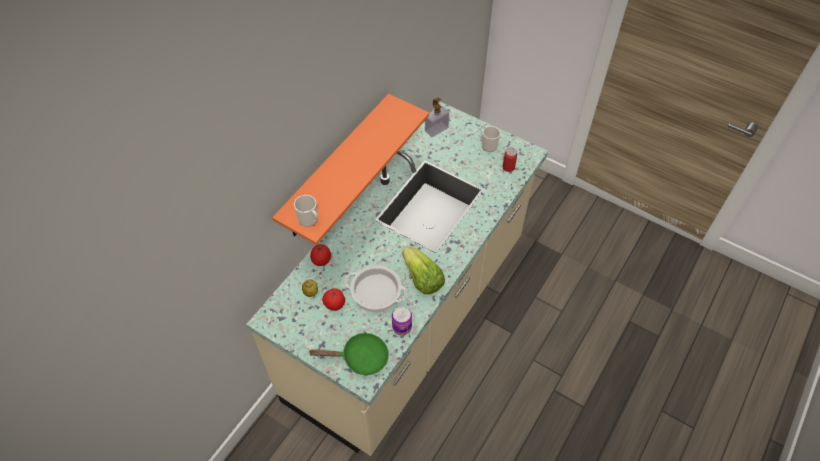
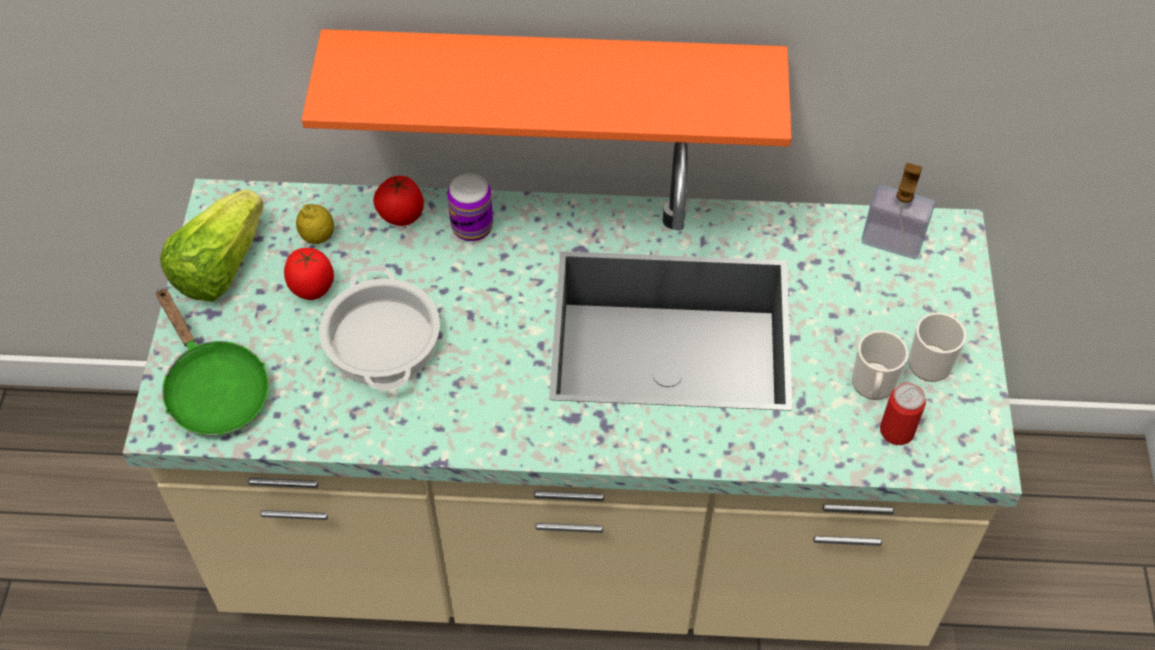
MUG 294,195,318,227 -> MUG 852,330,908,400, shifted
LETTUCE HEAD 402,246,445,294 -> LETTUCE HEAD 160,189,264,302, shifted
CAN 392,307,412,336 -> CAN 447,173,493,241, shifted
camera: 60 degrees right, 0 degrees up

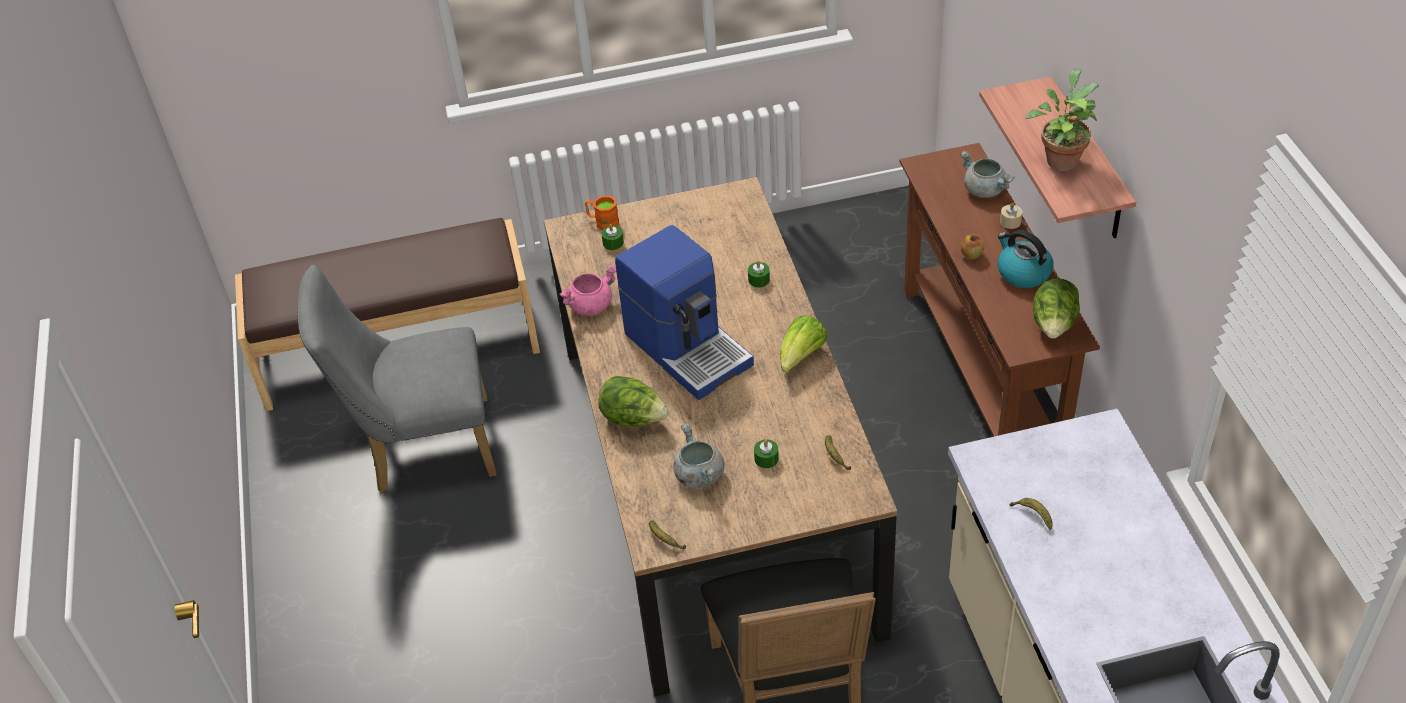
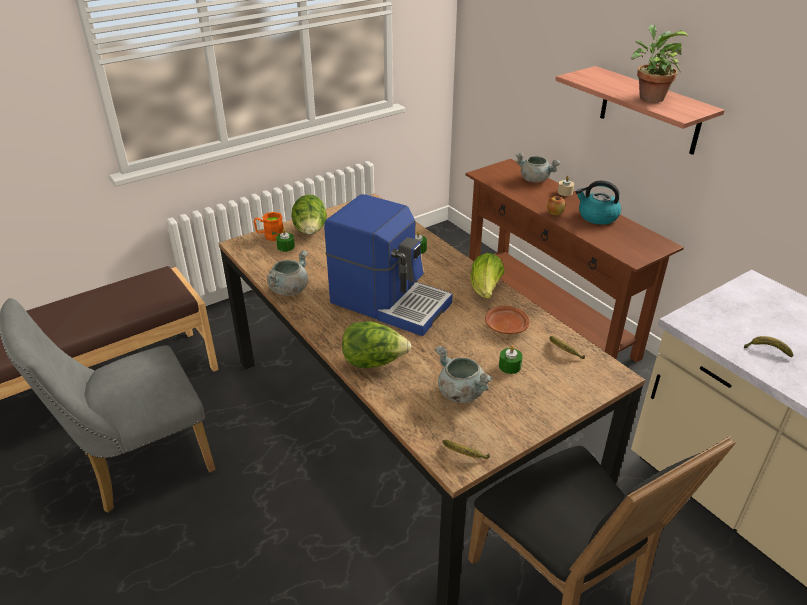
PINKISH COOKING POT 560,265,616,316 -> GREY COOKING POT 267,250,309,296
LETTUCE HEAD 1033,278,1080,339 -> LETTUCE HEAD 291,194,327,234, shifted
none -> BROWNISH PLATE 485,306,530,334
camera: 25 degrees left, 10 degrees down

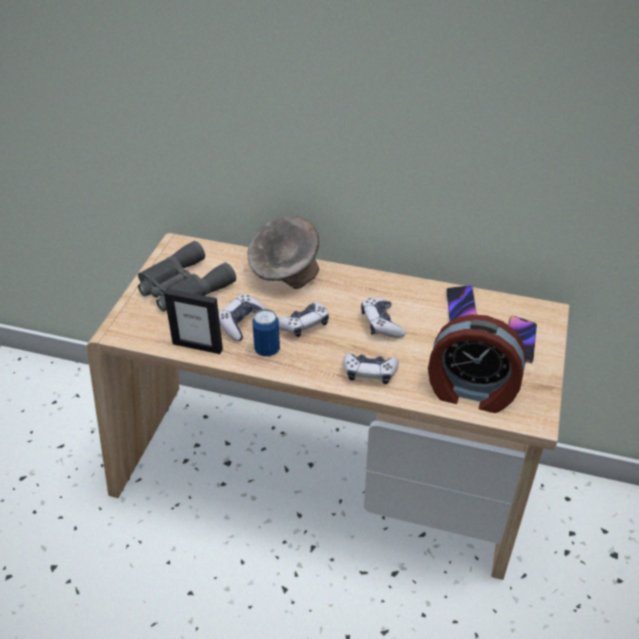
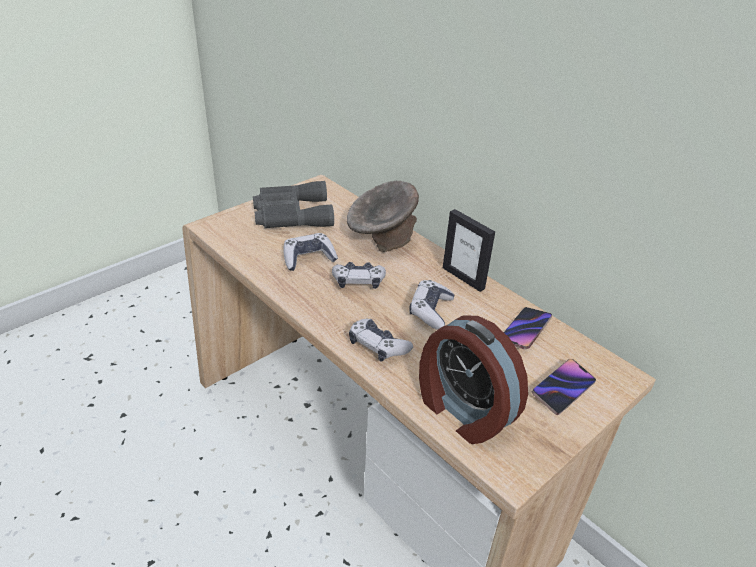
STANDING FRAME 164,289,223,354 -> STANDING FRAME 443,209,495,292, shifted
CAN 252,309,280,357 -> none
camera: 30 degrees right, 5 degrees down

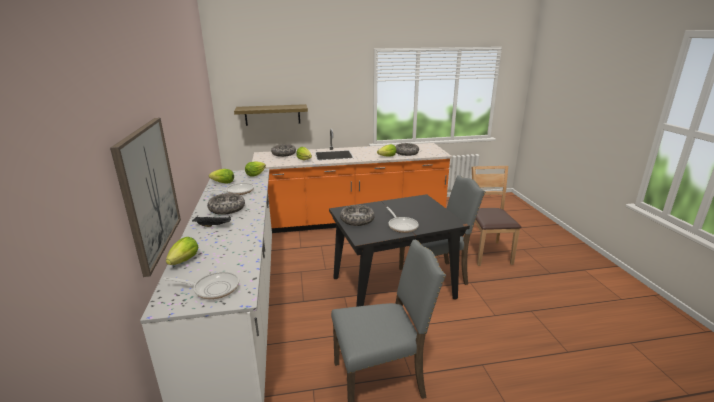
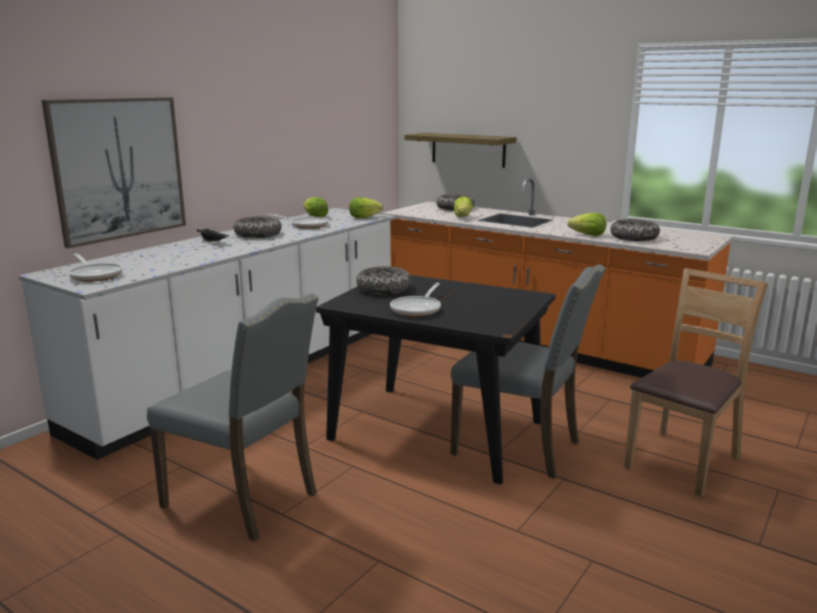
LETTUCE HEAD 166,237,198,265 -> none
camera: 45 degrees right, 5 degrees down

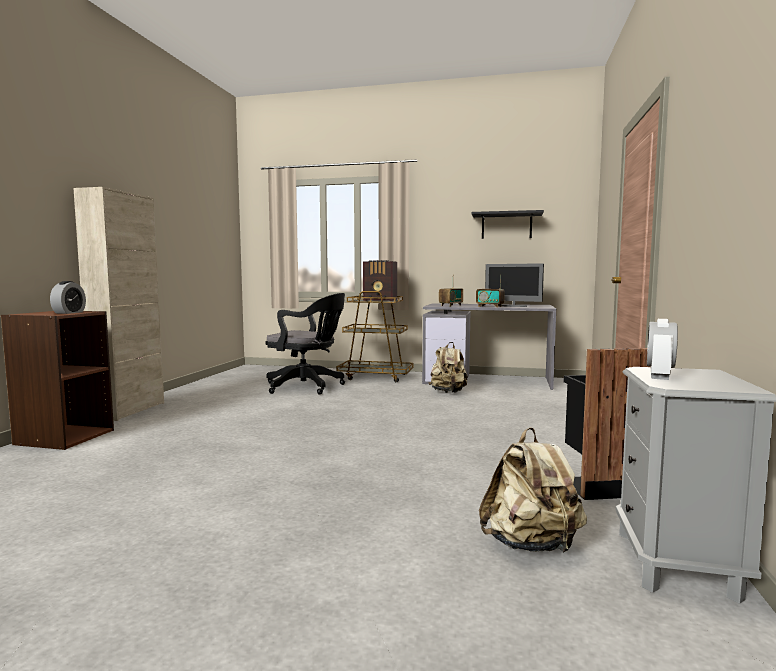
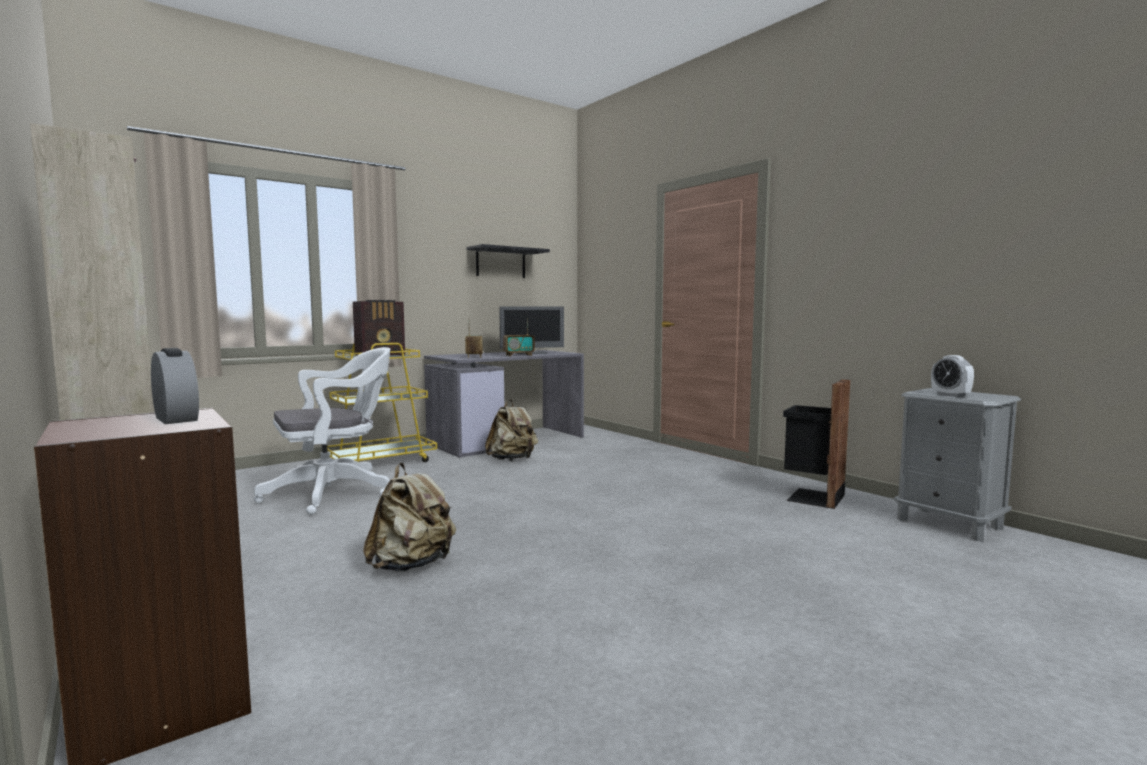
BROWNISH TROLLEY 337,291,413,382 -> YELLOW TROLLEY 327,343,437,462
BLACK DESK CHAIR 265,293,345,395 -> WHITE-COLOURED DESK CHAIR 254,347,390,515
BEIGE KNAPSACK 479,427,587,553 -> BEIGE KNAPSACK 363,463,456,572, shifted
camera: 50 degrees left, 0 degrees up

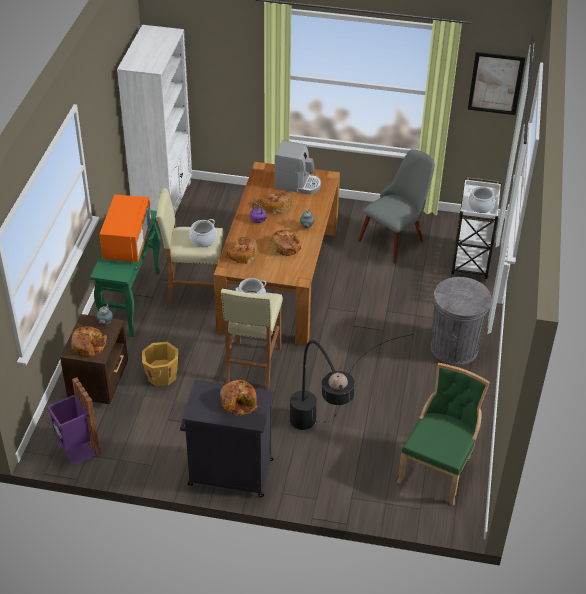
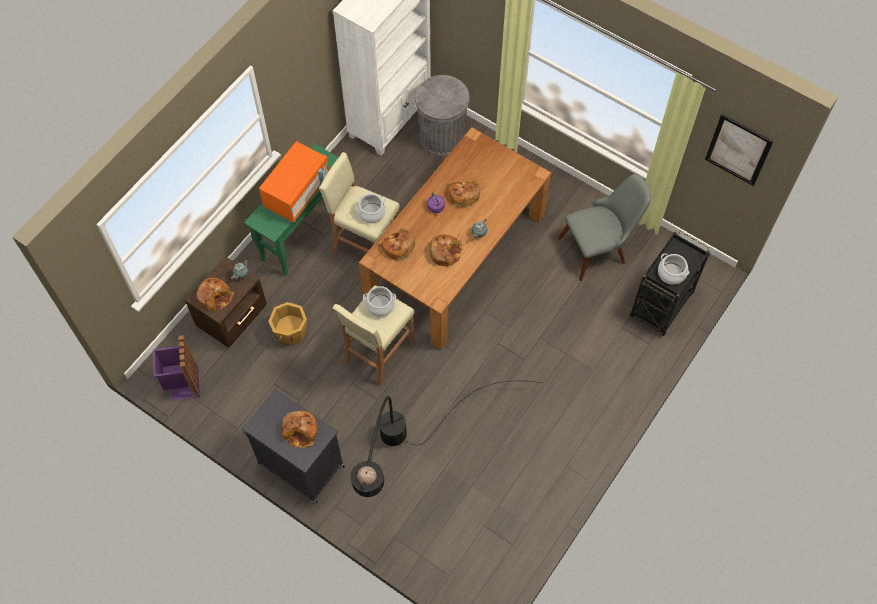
COFFEE BREWER 275,140,321,195 -> none
WHITE-COLOURED TROLLEY 451,177,502,279 -> BLACK TROLLEY 630,230,710,336
GREY TRASH CAN 431,277,492,366 -> GREY TRASH CAN 415,75,470,156, shifted
GREENISH PLAIN CHAIR 397,363,490,506 -> none
camera: 25 degrees right, 20 degrees up

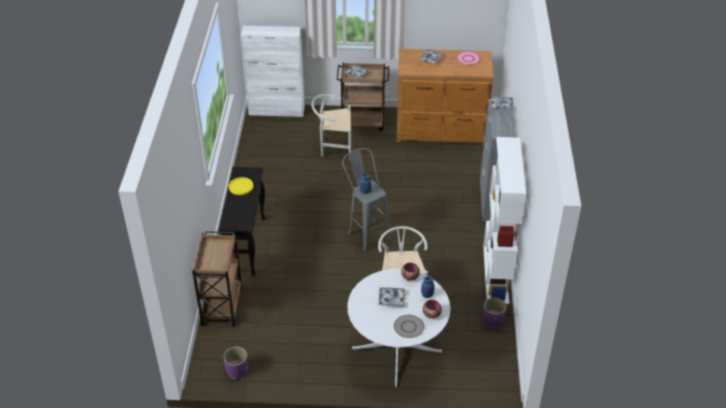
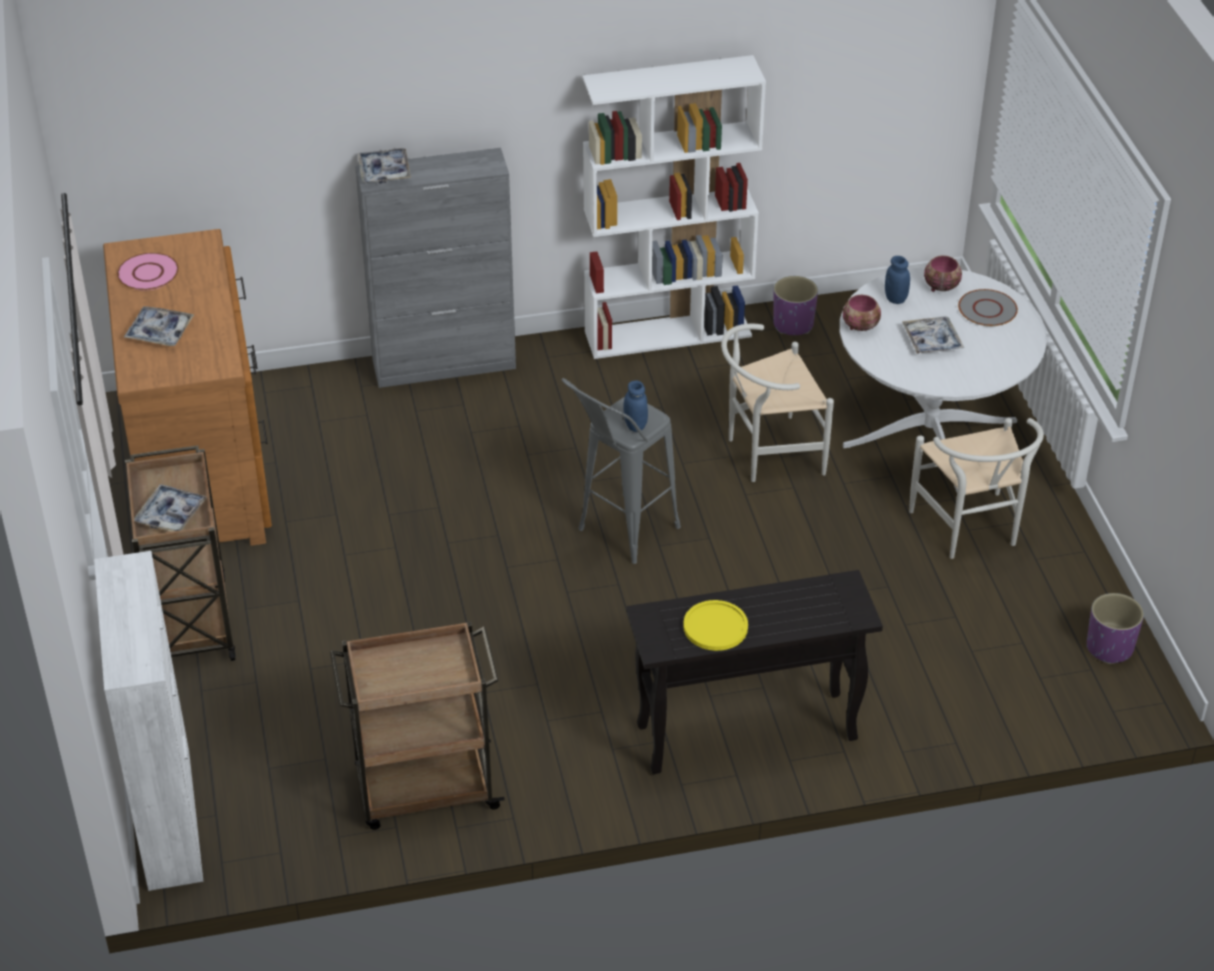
WHITE-COLOURED PLAIN CHAIR 311,94,351,160 -> WHITE-COLOURED PLAIN CHAIR 909,418,1044,559, shifted
BROWNISH TROLLEY 192,231,242,327 -> BROWNISH TROLLEY 330,621,505,830, shifted
camera: 105 degrees left, 0 degrees up

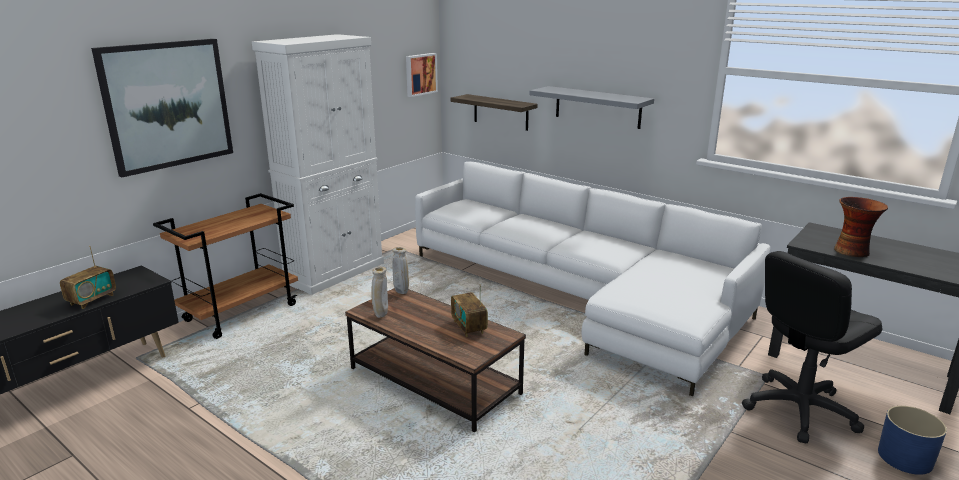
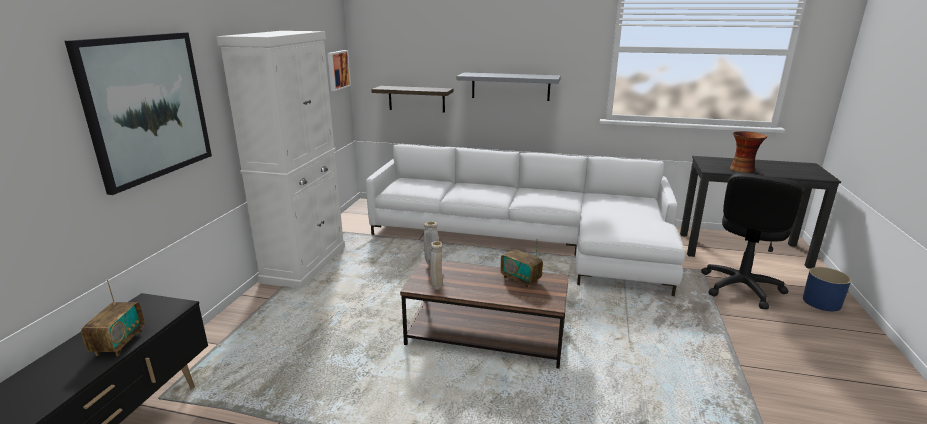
BROWNISH TROLLEY 153,193,298,339 -> none
camera: 25 degrees left, 0 degrees up

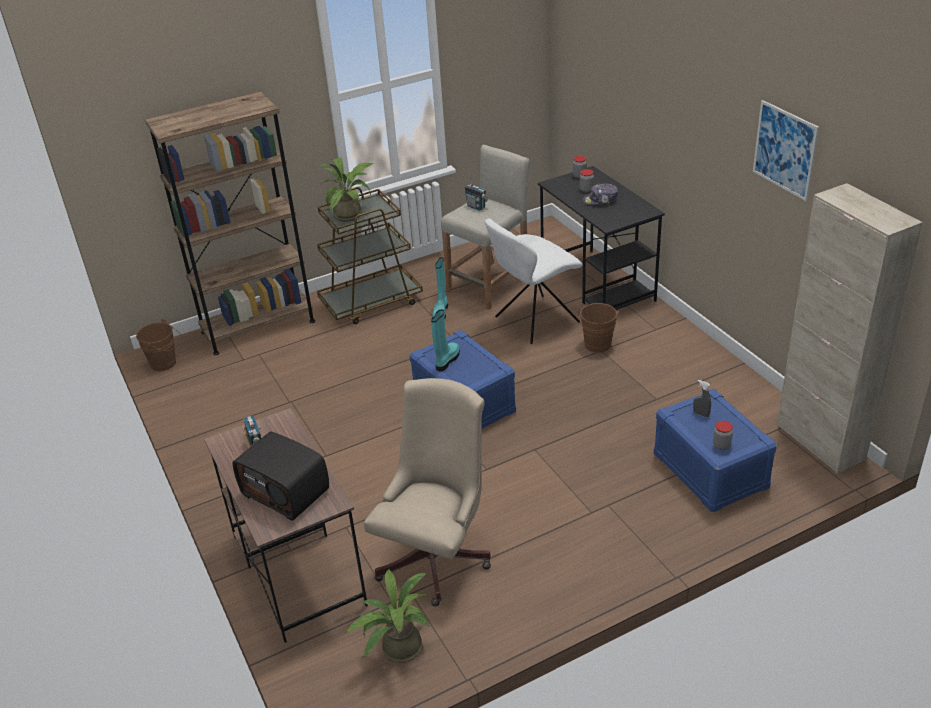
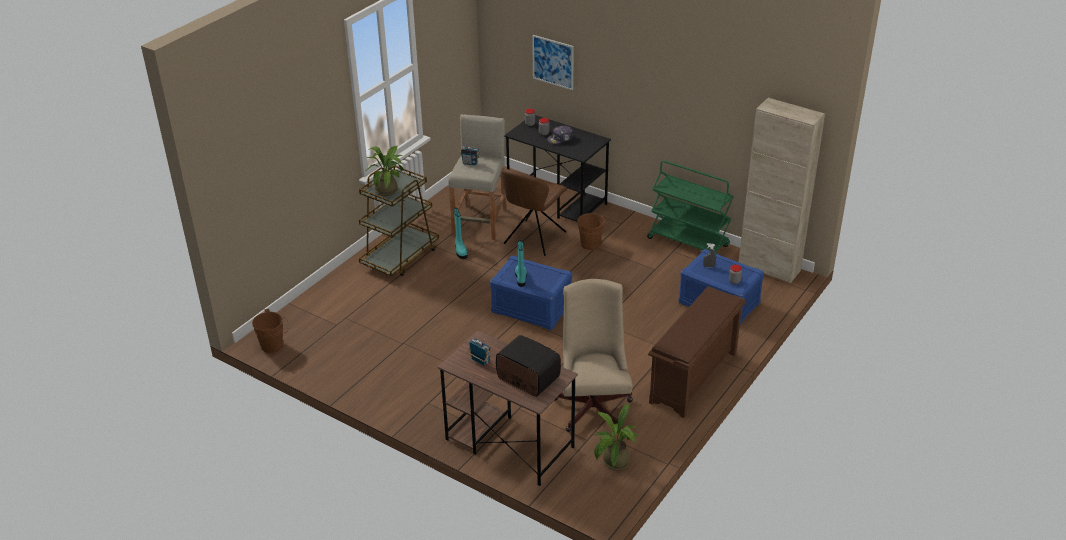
BROWNISH BOOKCASE 145,91,315,355 -> none
WALL ART 753,100,819,201 -> WALL ART 532,35,574,90, shifted
WHITE-COLOURED PLAIN CHAIR 485,218,583,344 -> BROWNISH PLAIN CHAIR 501,169,567,256
RADIO SET 232,431,329,520 -> RADIO SET 496,335,561,397, 150 degrees counterclockwise
none -> GREENISH TROLLEY 647,160,734,253
none -> BROWNISH SHOE RACK 648,286,746,418
camera: 30 degrees left, 0 degrees up

